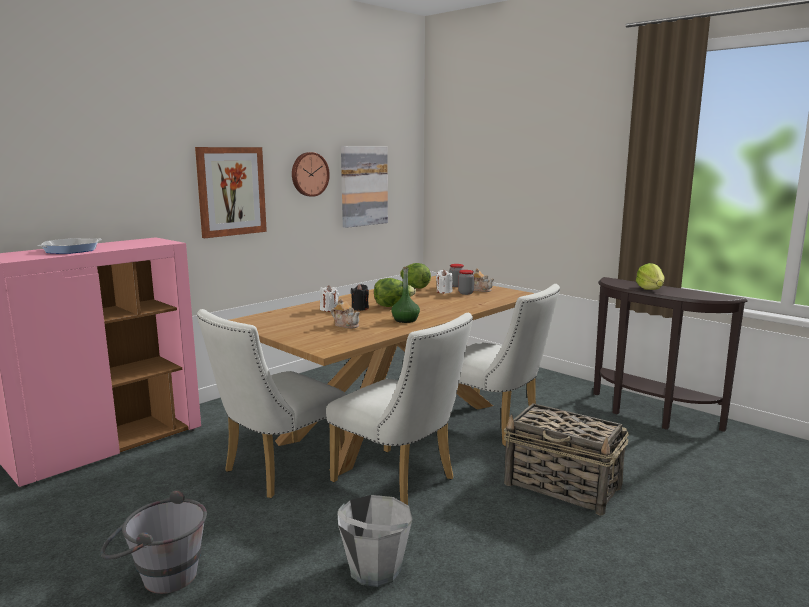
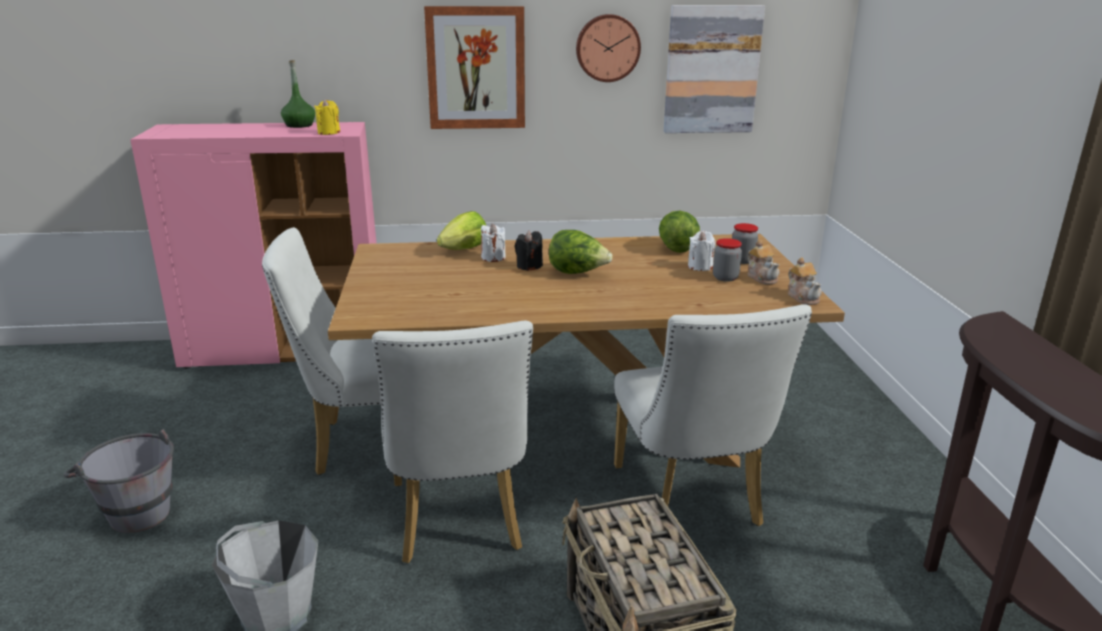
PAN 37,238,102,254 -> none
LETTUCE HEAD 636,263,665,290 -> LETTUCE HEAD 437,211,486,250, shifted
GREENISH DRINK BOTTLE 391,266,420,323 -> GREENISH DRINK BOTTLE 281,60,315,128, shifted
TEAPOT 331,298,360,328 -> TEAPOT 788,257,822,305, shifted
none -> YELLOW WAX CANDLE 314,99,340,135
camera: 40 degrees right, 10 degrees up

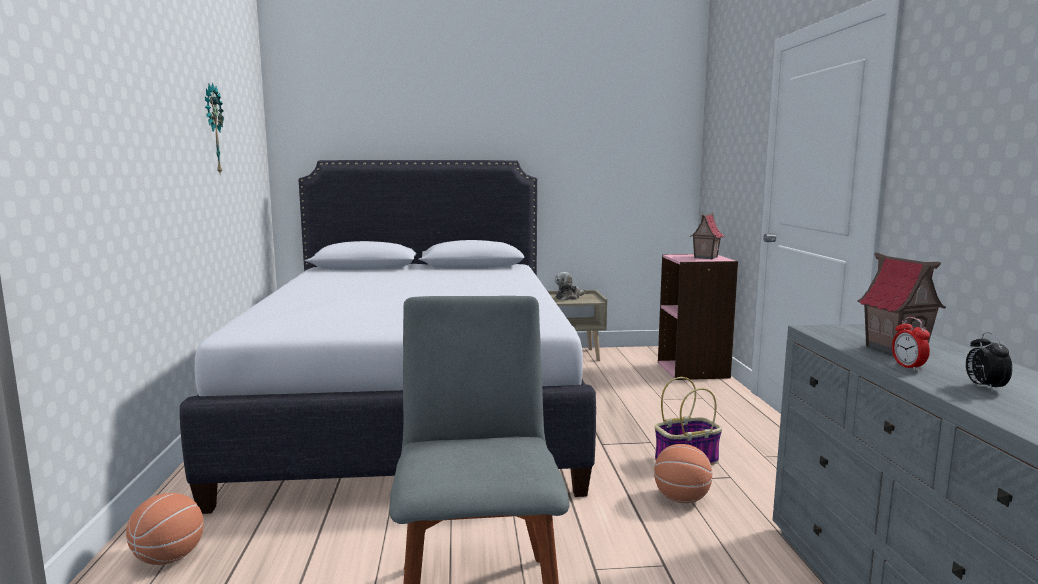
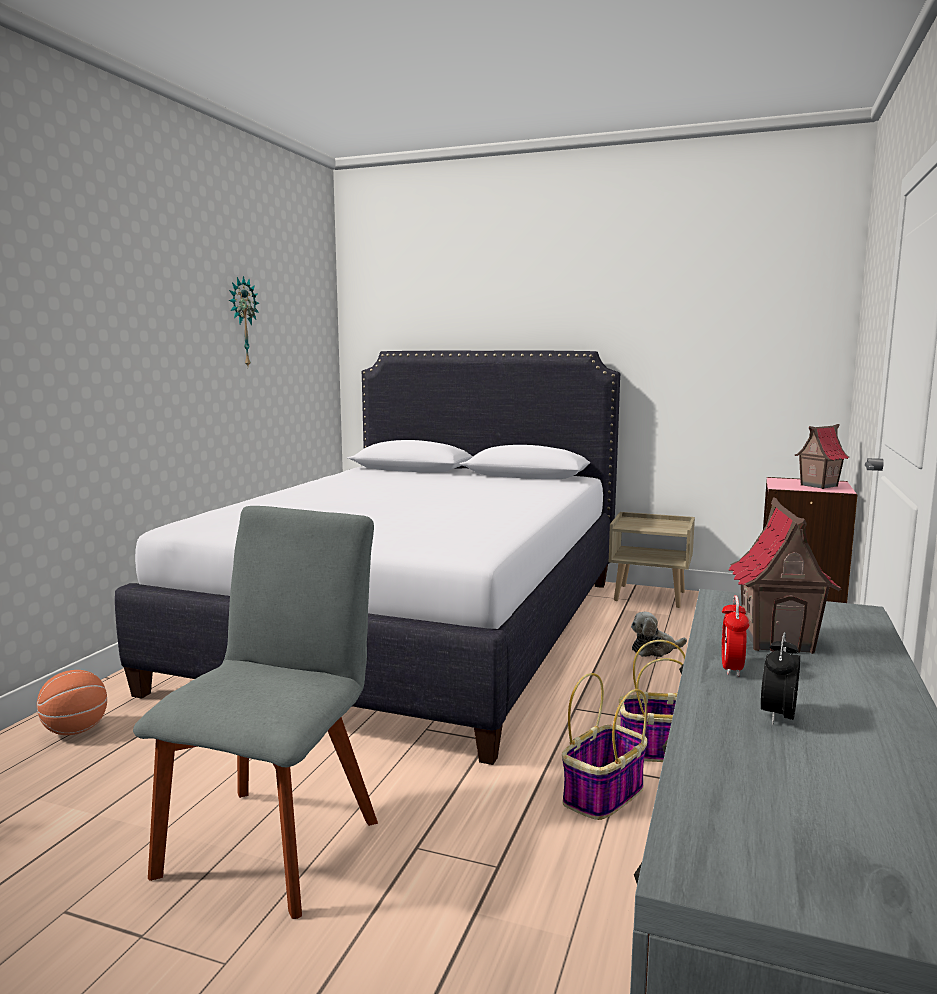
SOFT TOY 555,272,586,300 -> SOFT TOY 631,612,687,657, shifted
BASKETBALL 654,444,712,503 -> HOUSEHOLD BASKET 562,673,648,820
camera: 25 degrees right, 0 degrees up

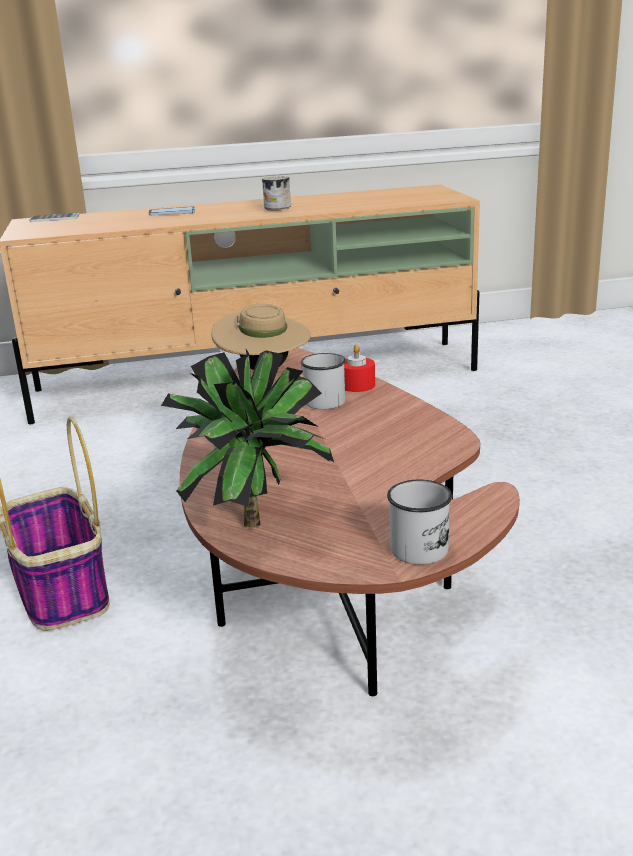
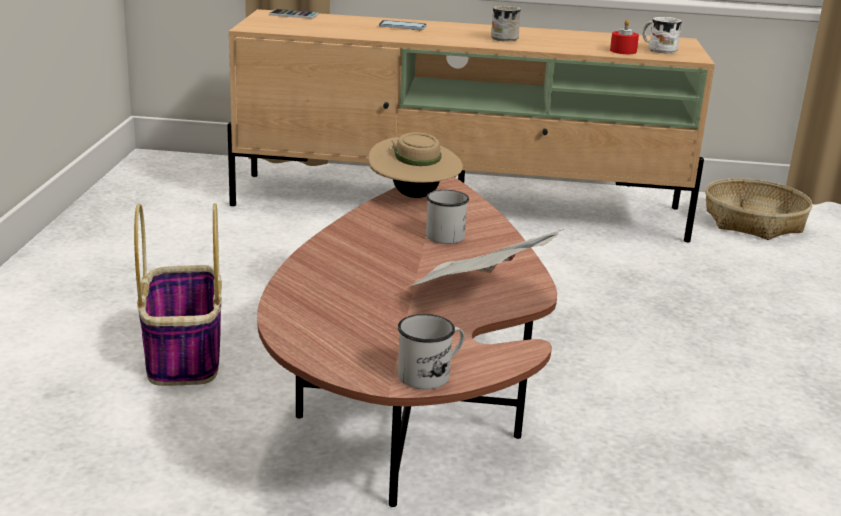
RED-COLOURED WAX CANDLE 344,345,375,392 -> RED-COLOURED WAX CANDLE 610,19,639,54, shifted
PLANT IN A POT 161,349,334,527 -> none
none -> WHITE-COLOURED MUG 642,17,682,54
none -> HOUSEHOLD BASKET 705,178,813,240
none -> DAILY PAPER 406,230,561,287
camera: 15 degrees right, 0 degrees up

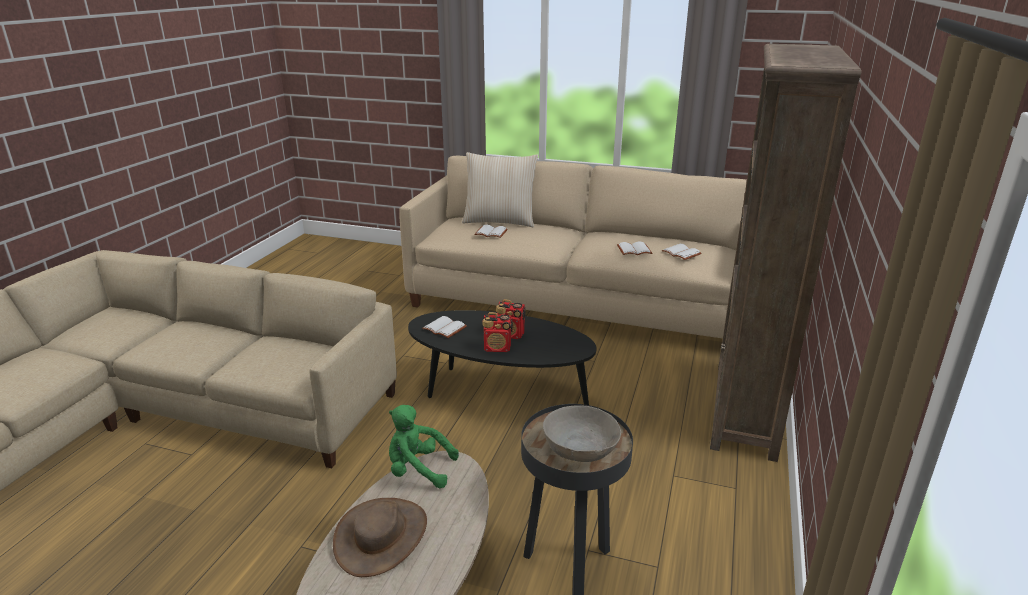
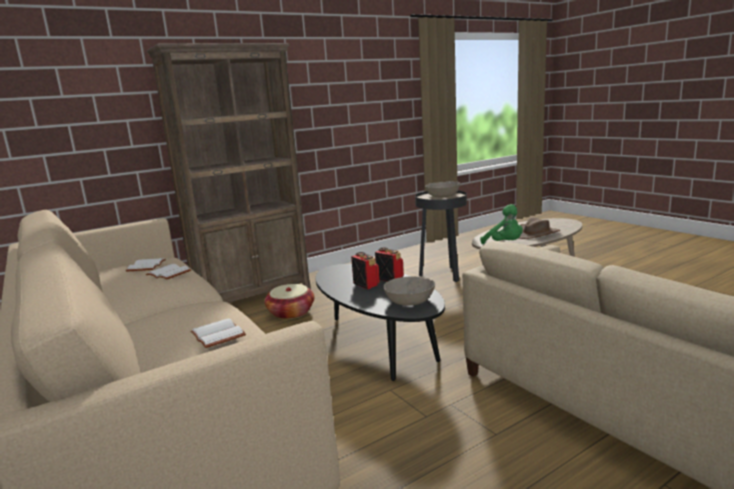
BEIGE THROW PILLOW 462,152,538,227 -> none
WHITE-COLOURED BOOK 422,316,467,338 -> GREY BOWL 384,276,435,306
none -> HOUSEHOLD BASKET 264,284,314,319
camera: 140 degrees left, 10 degrees down

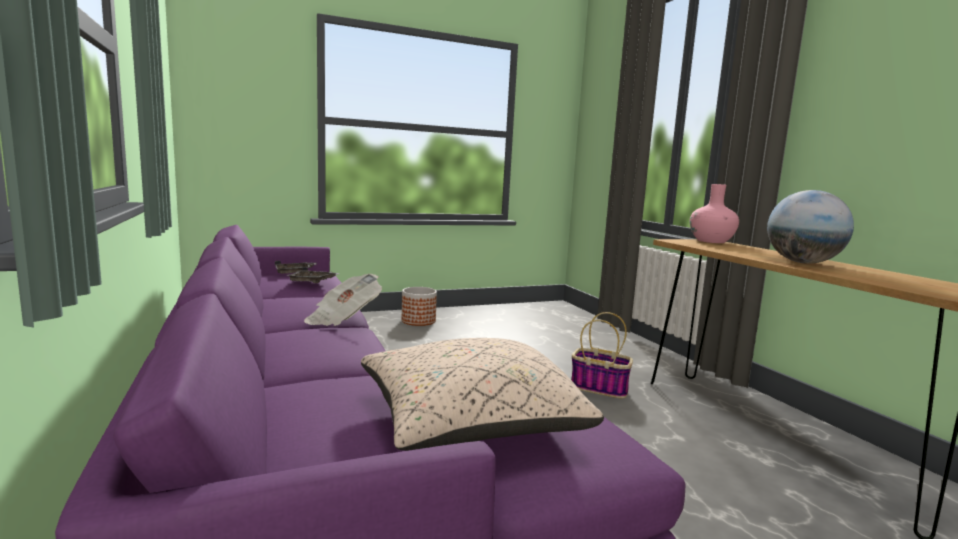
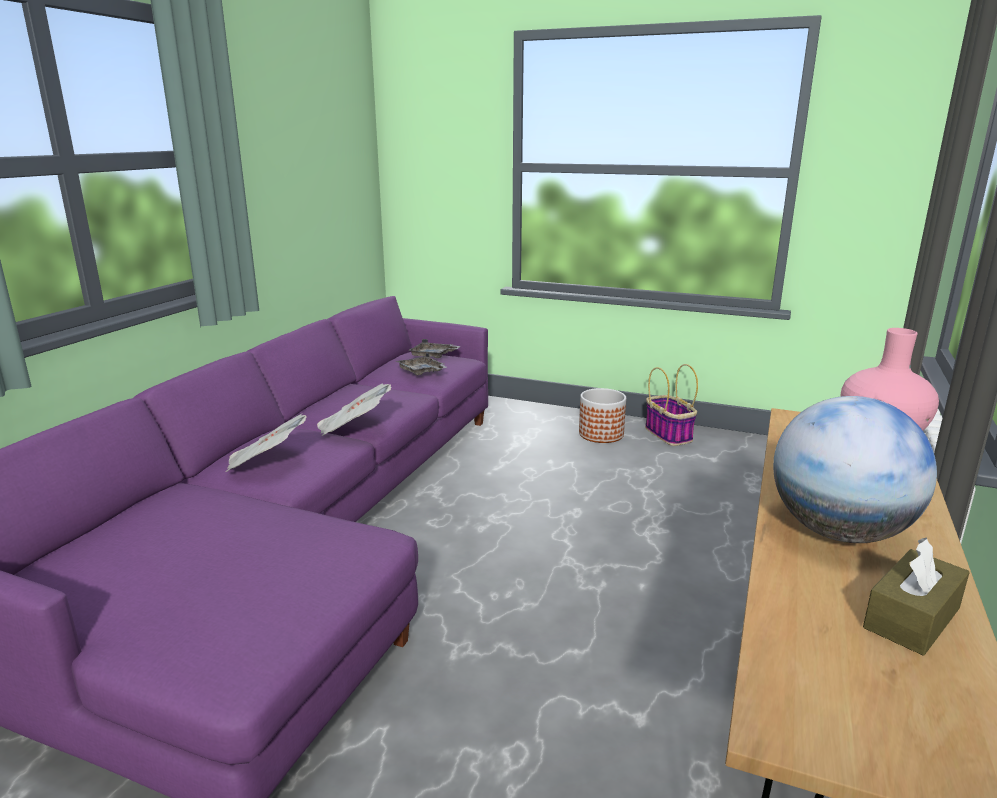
HOUSEHOLD BASKET 571,312,633,399 -> HOUSEHOLD BASKET 645,364,698,446, shifted
BEIGE THROW PILLOW 361,338,604,451 -> none
none -> DAILY PAPER 225,414,307,472
none -> BROWNISH TISSUE HOLDER 863,537,970,655
camera: 45 degrees right, 10 degrees up

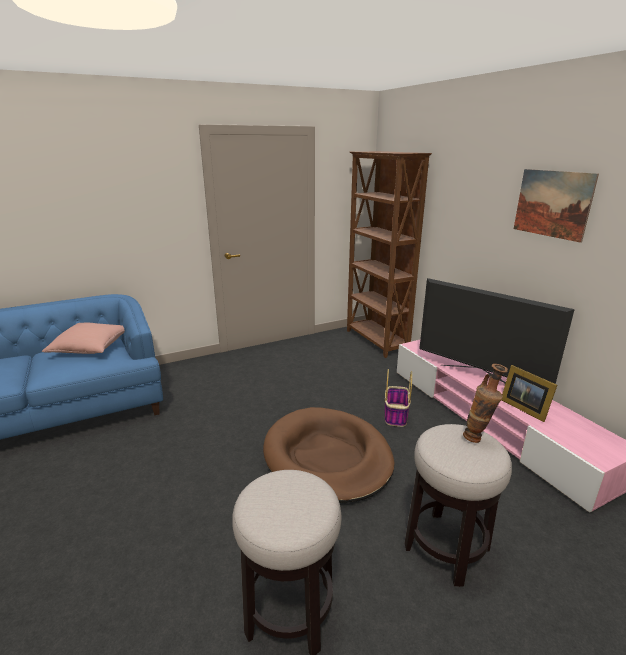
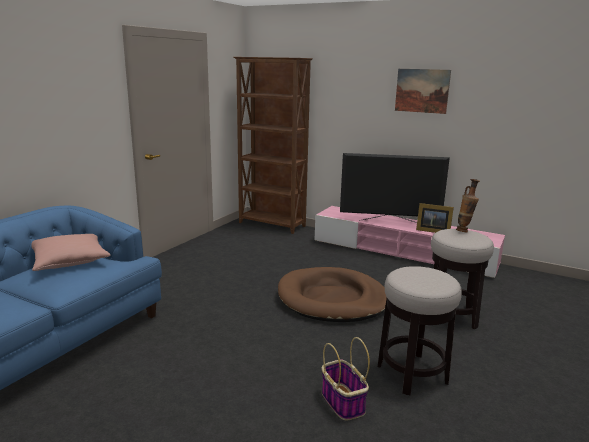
HOUSEHOLD BASKET 385,369,412,427 -> HOUSEHOLD BASKET 322,337,370,420, shifted
camera: 35 degrees left, 5 degrees down

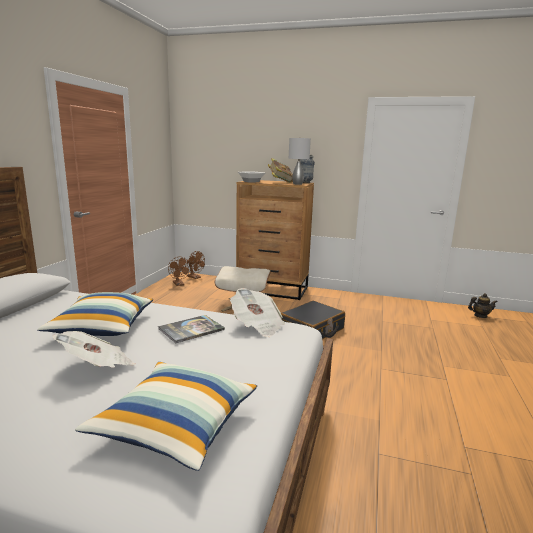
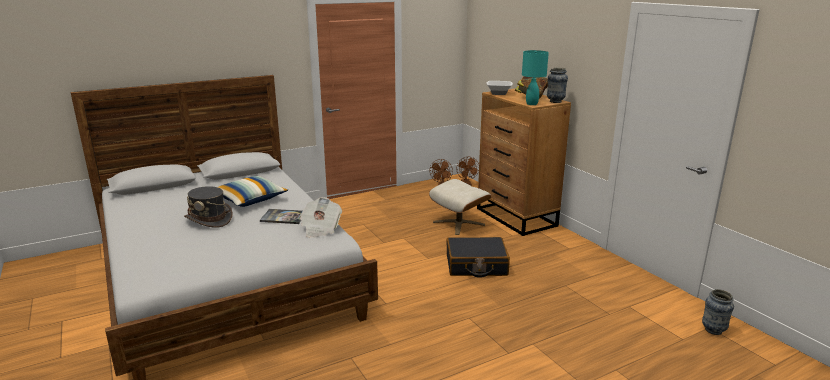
GREY TABLE LAMP 289,138,311,185 -> TURQUOISE TABLE LAMP 522,50,549,105
TEAPOT 468,293,498,318 -> DECORATIVE VASE 702,289,734,335
DAILY PAPER 52,331,135,368 -> GREY HAT 184,186,233,228
THROW PILLOW 75,362,257,471 -> none
camera: 45 degrees right, 5 degrees up

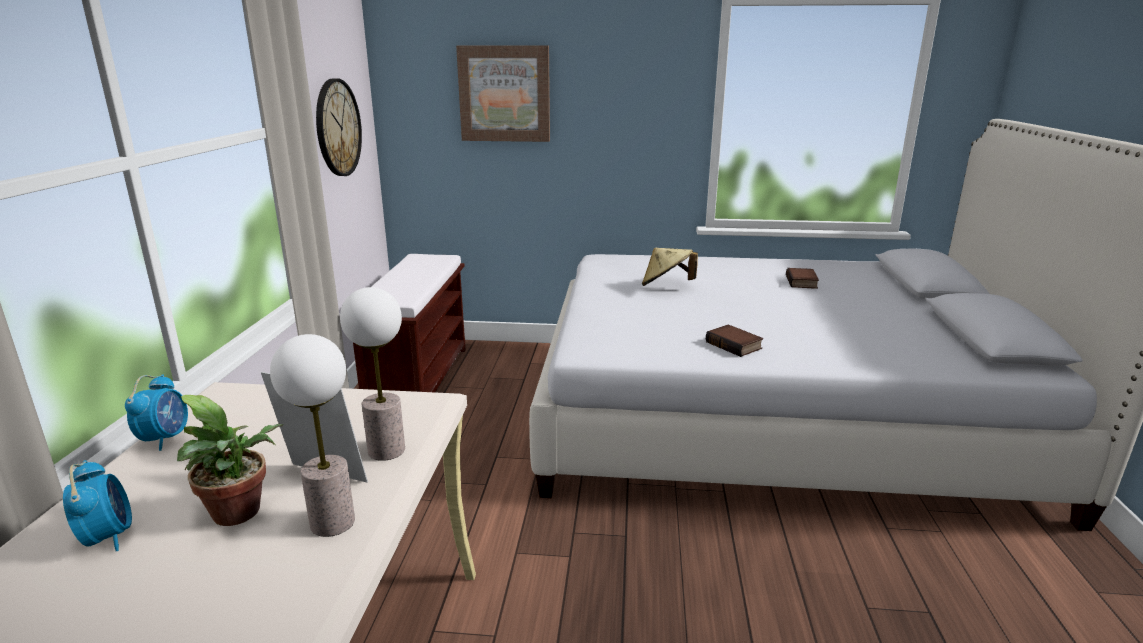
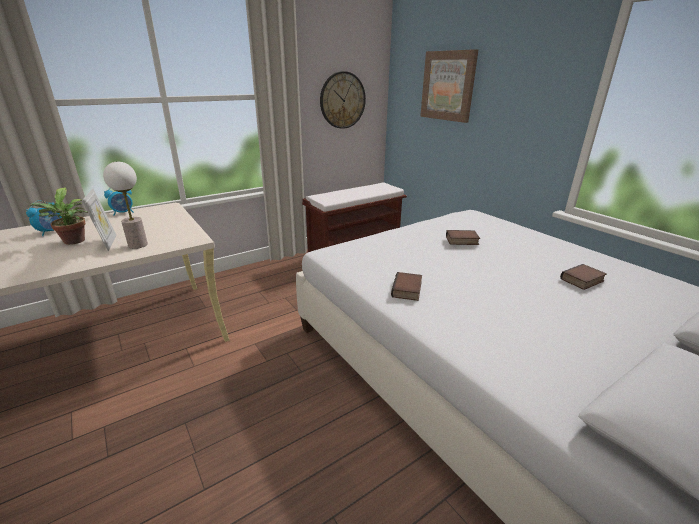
BEIGE HAT 642,248,698,286 -> BOOK 446,230,480,245
TABLE LAMP 270,334,355,537 -> none
camera: 50 degrees right, 5 degrees up

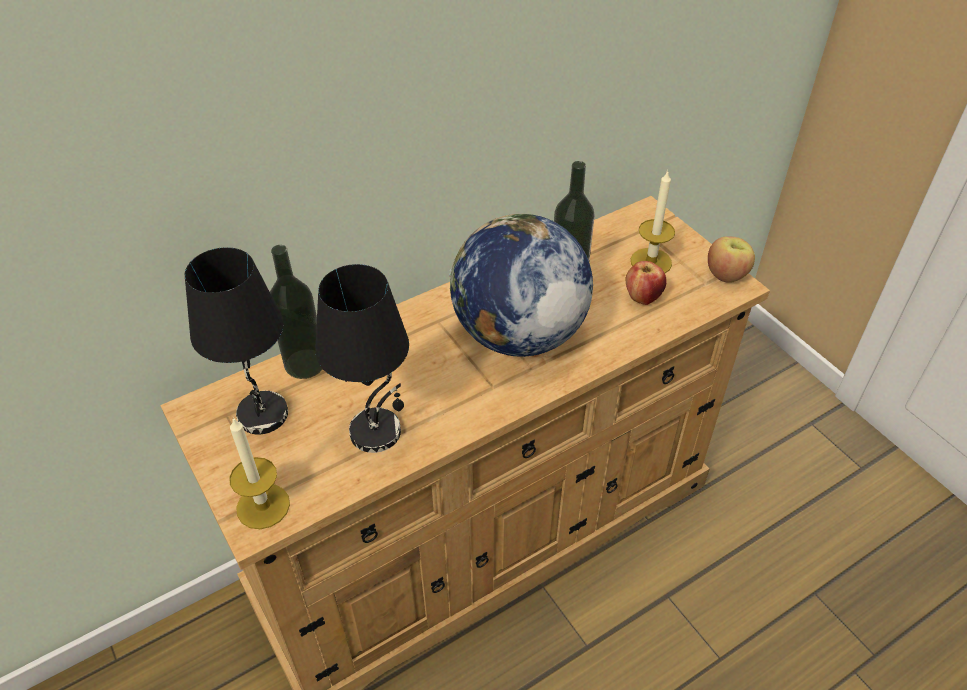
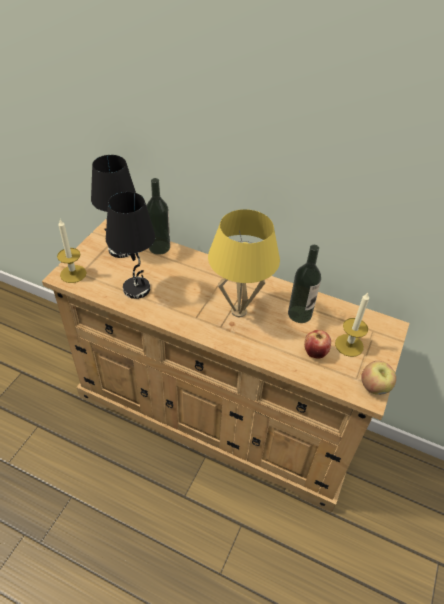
WORLD GLOBE 449,214,593,357 -> YELLOW TABLE LAMP 208,209,280,317
camera: 55 degrees right, 0 degrees up

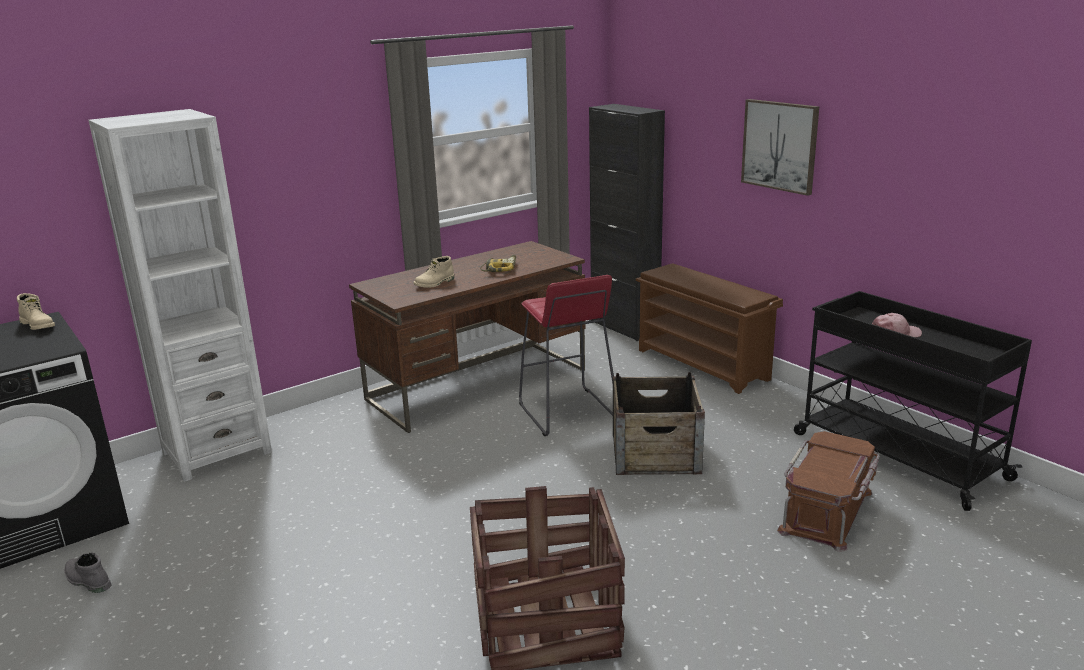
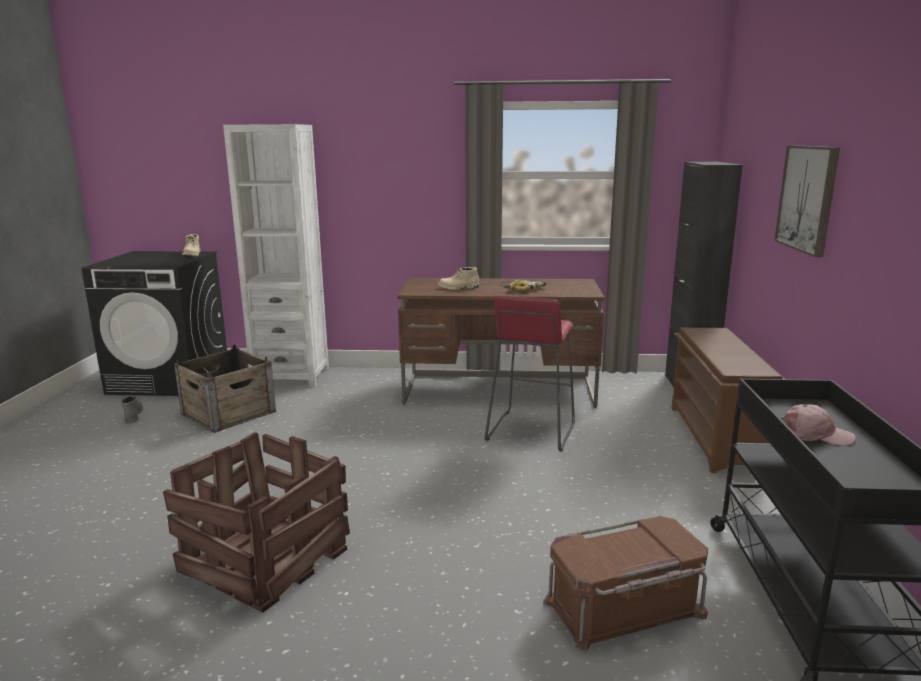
SHIPPING CRATE 613,372,705,475 -> SHIPPING CRATE 174,345,276,433, shifted
camera: 40 degrees right, 5 degrees down

